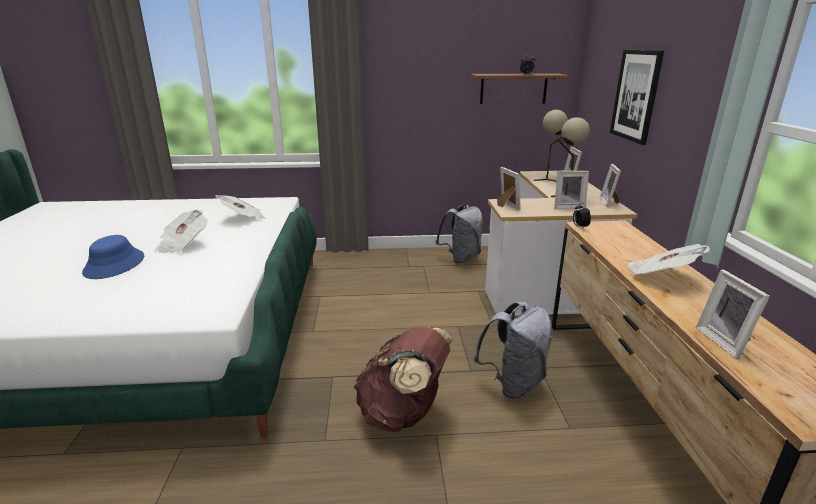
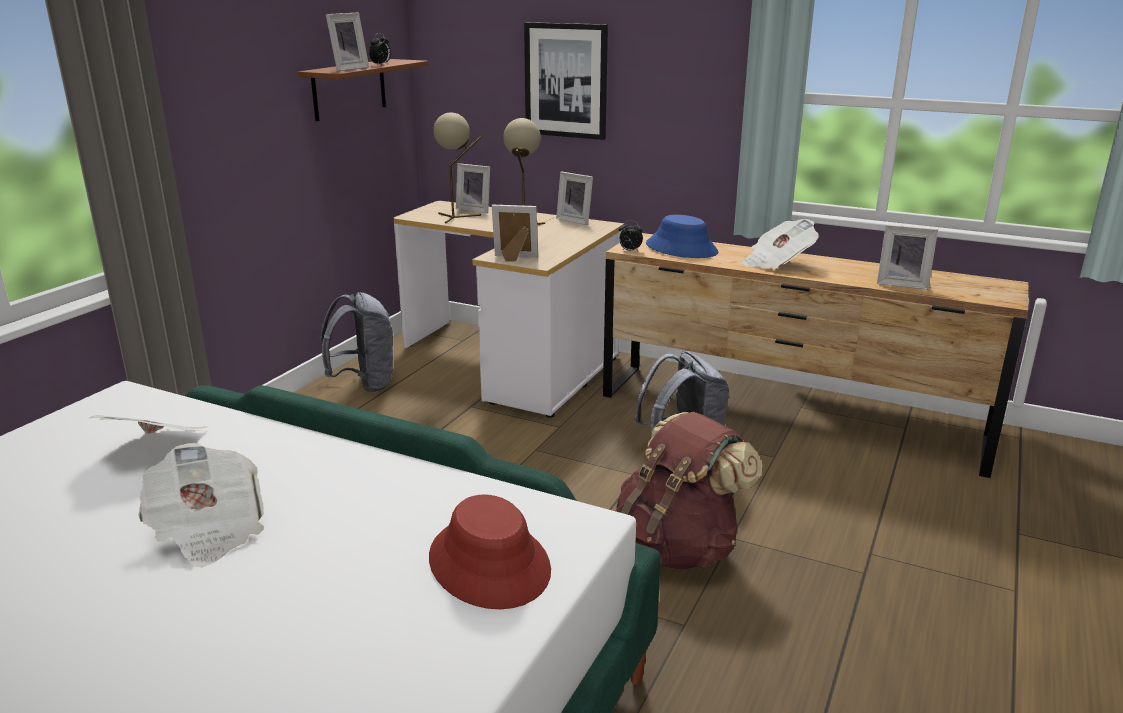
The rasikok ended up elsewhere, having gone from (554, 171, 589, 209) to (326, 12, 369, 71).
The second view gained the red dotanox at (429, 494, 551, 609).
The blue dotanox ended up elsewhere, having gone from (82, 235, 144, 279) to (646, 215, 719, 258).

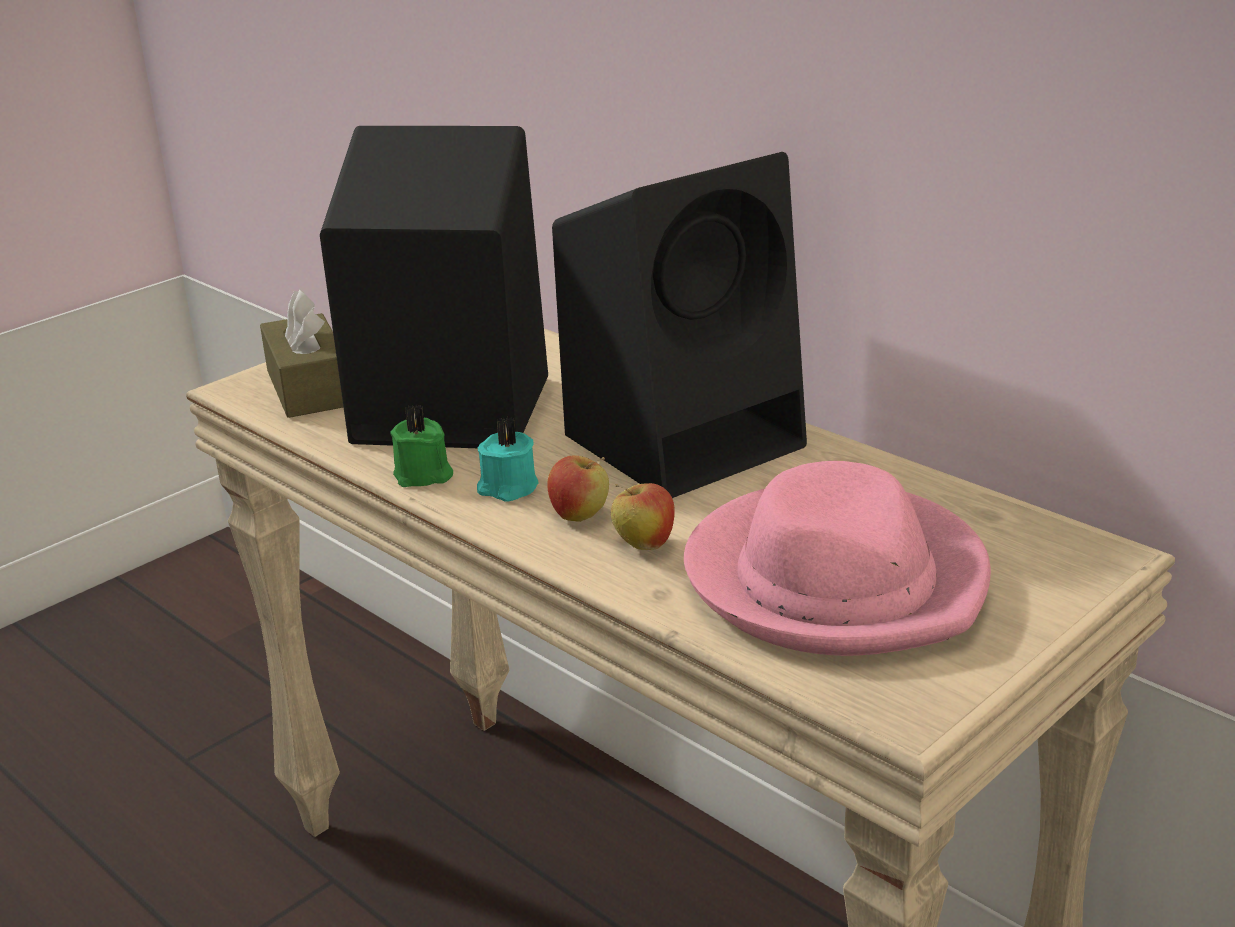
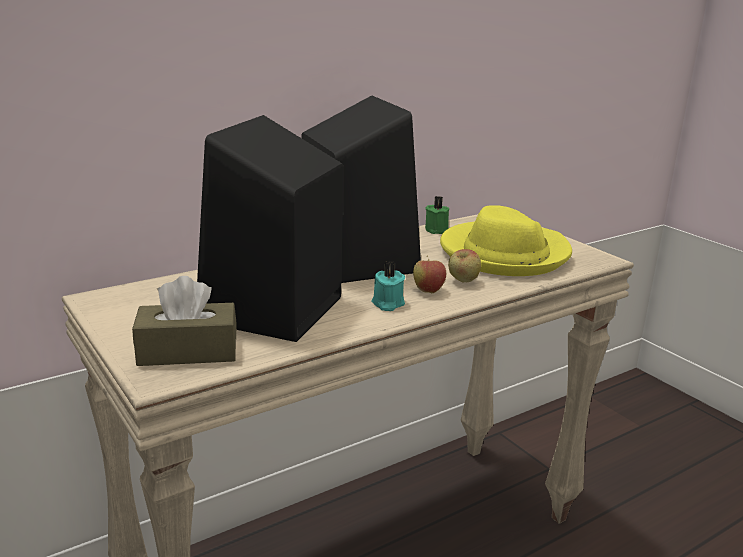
The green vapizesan ended up elsewhere, having gone from (390, 404, 453, 487) to (425, 196, 449, 234).
What was the pink dotanox at (684, 461, 991, 656) turned into the yellow dotanox at (440, 205, 572, 276).

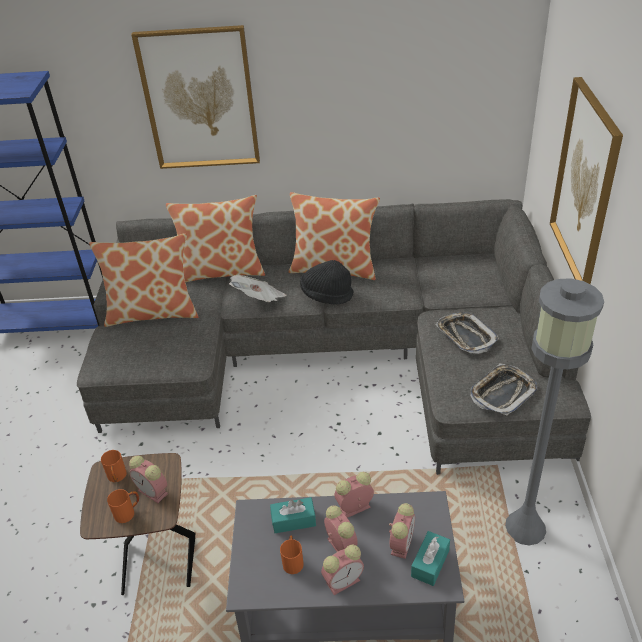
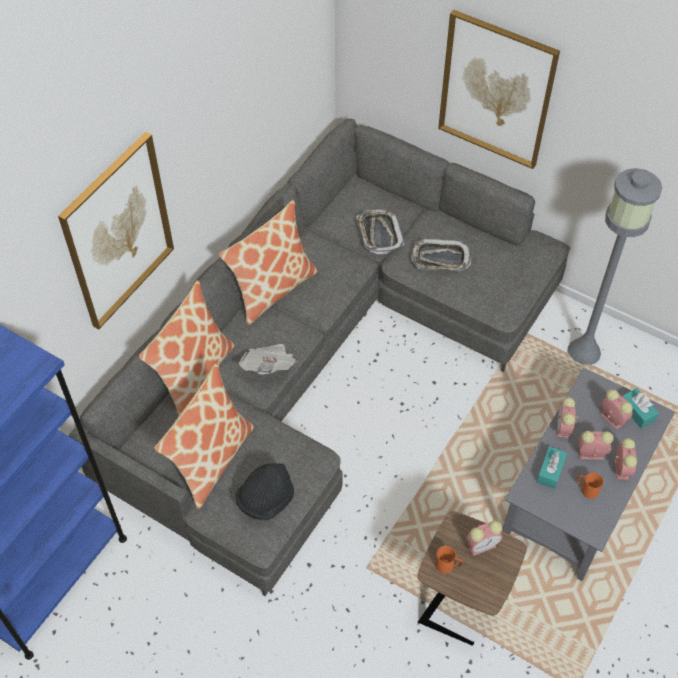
The black dotanox ended up elsewhere, having gone from (300, 260, 353, 304) to (235, 463, 294, 520).
The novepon ended up elsewhere, having gone from (470, 363, 537, 416) to (356, 209, 404, 254).
The second view lost the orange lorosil at (107, 489, 139, 523).

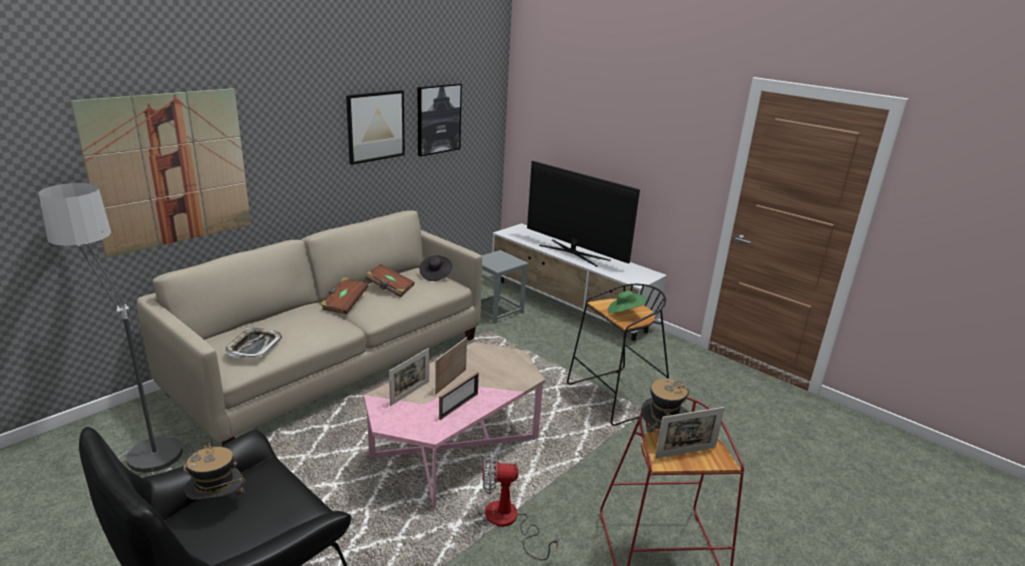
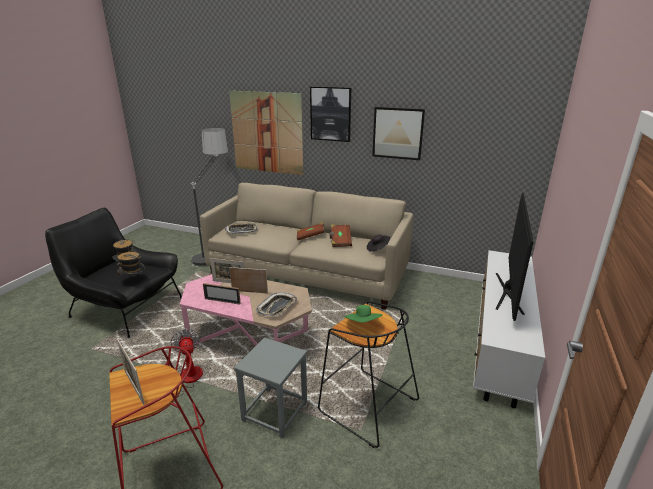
The dotanox ended up elsewhere, having gone from (641, 378, 689, 436) to (117, 252, 145, 282).
The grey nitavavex ended up elsewhere, having gone from (481, 250, 528, 324) to (234, 337, 307, 438).
The second view gained the novepon at (256, 292, 297, 316).
The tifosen ended up elsewhere, having gone from (418, 83, 462, 156) to (310, 87, 351, 142).

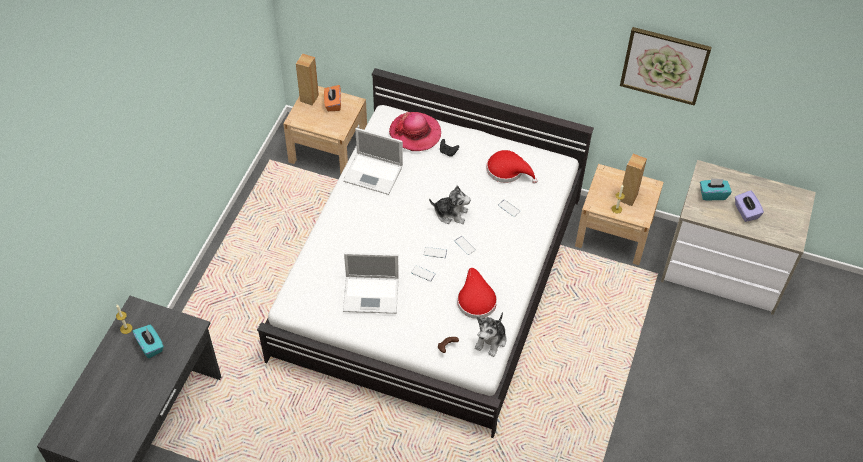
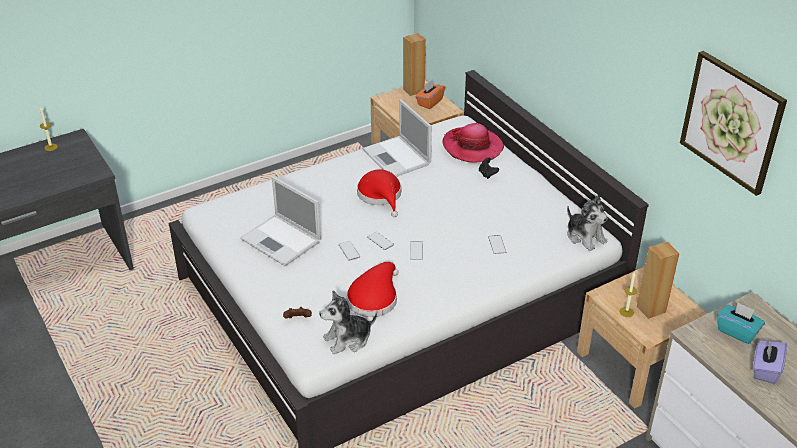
The red dotanox ended up elsewhere, having gone from (487, 150, 537, 183) to (357, 169, 401, 217).
The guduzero ended up elsewhere, having gone from (429, 186, 471, 224) to (567, 195, 608, 251).
The second view lost the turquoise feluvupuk at (132, 325, 164, 358).

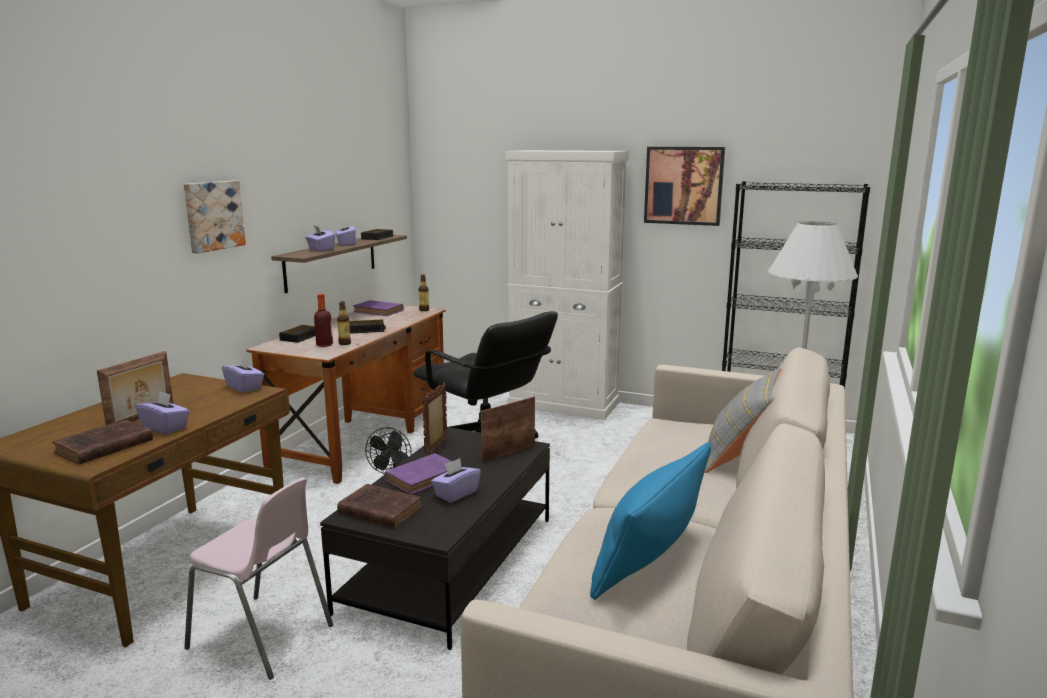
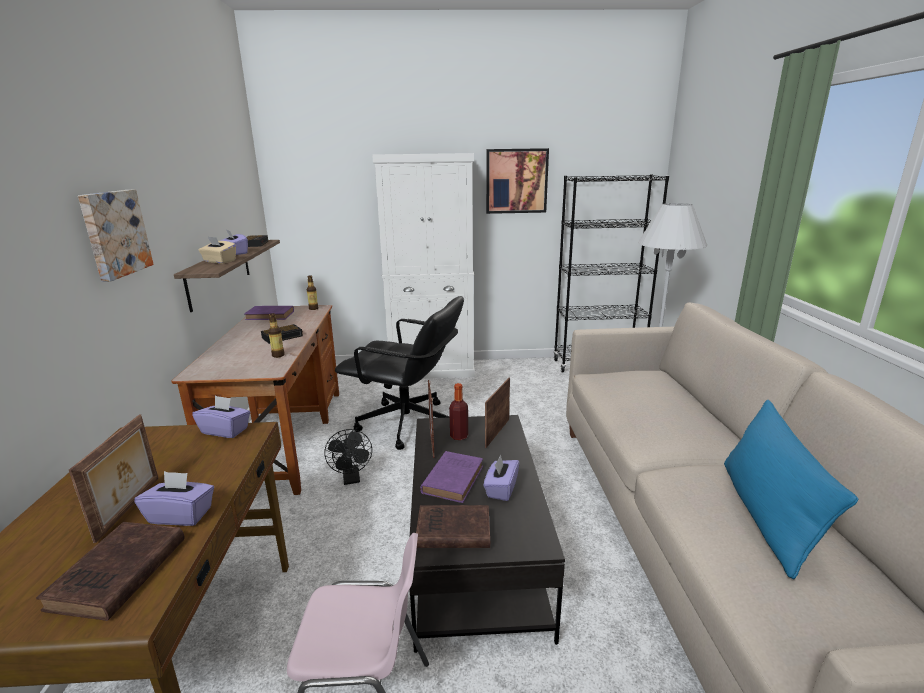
What was the purple feluvupuk at (305, 226, 335, 251) turned into the beige feluvupuk at (198, 237, 236, 264).
The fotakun ended up elsewhere, having gone from (314, 294, 333, 347) to (449, 383, 468, 440).
The second view lost the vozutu at (279, 325, 315, 343).
The second view lost the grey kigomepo at (704, 368, 782, 473).

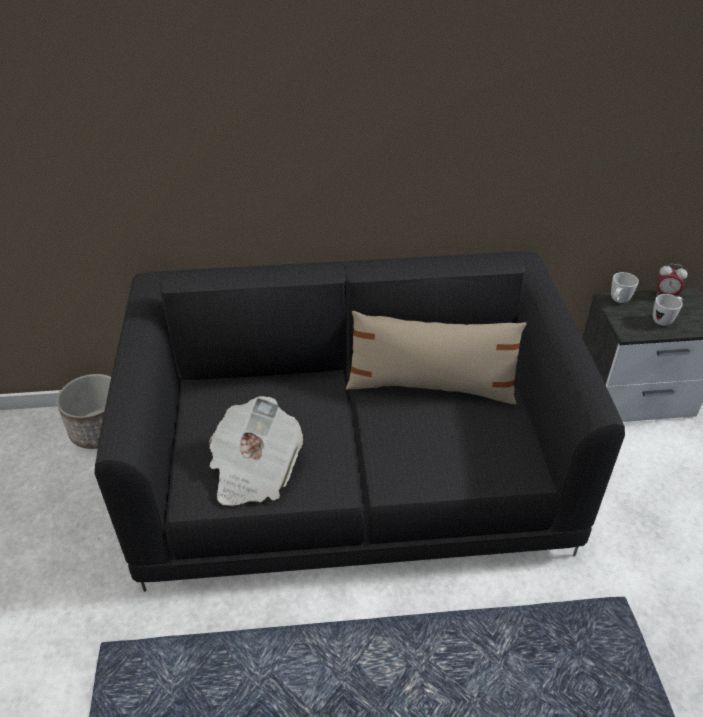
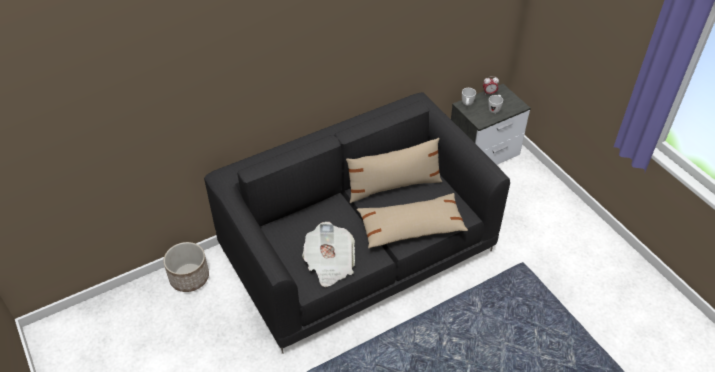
The second view gained the beige kigomepo at (357, 193, 468, 248).

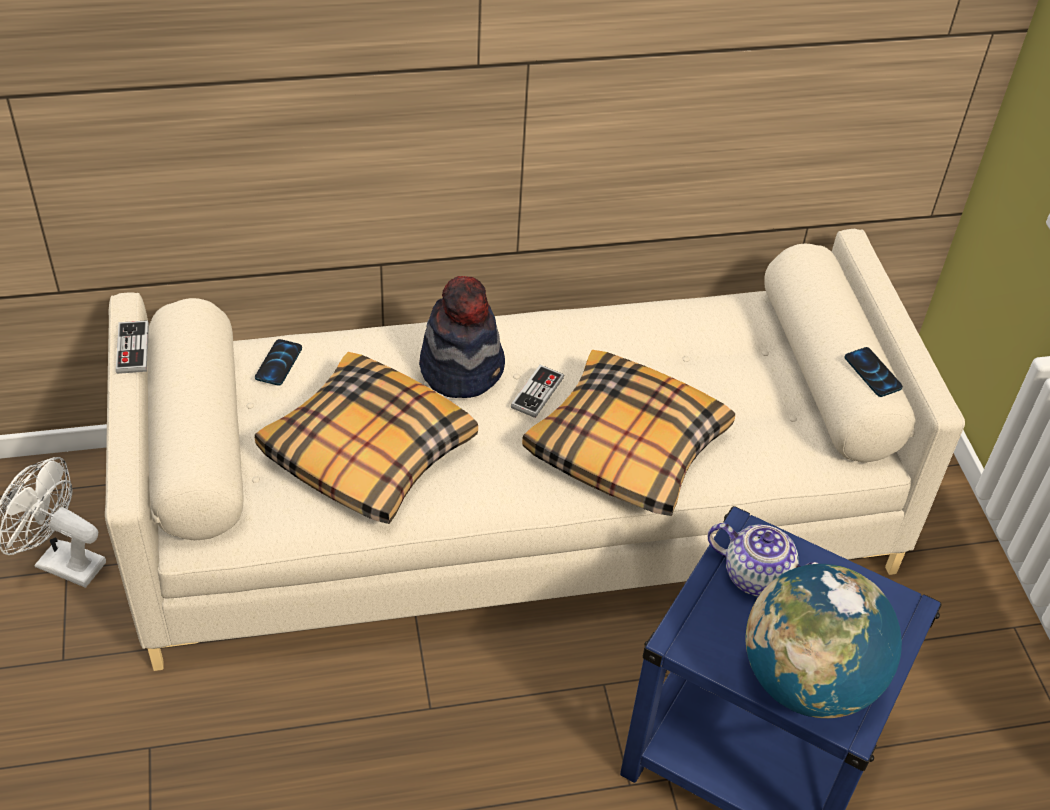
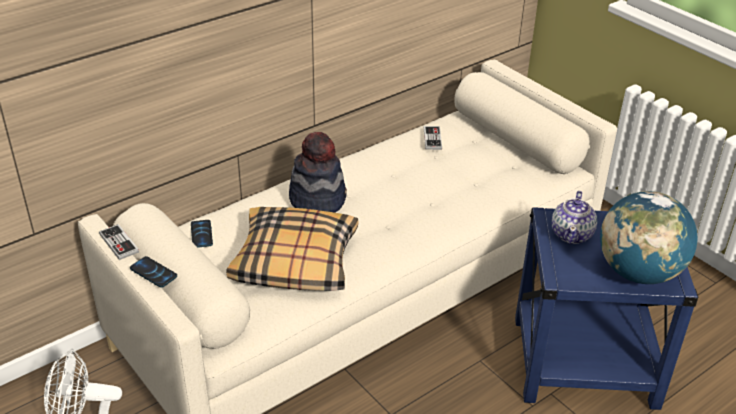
The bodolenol ended up elsewhere, having gone from (845, 347, 903, 397) to (130, 256, 177, 288).
The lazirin ended up elsewhere, having gone from (511, 365, 564, 418) to (424, 126, 442, 150).
The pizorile at (707, 523, 819, 597) ended up facing another way, 105 degrees clockwise from before.
The second view lost the kigomepo at (522, 350, 735, 516).

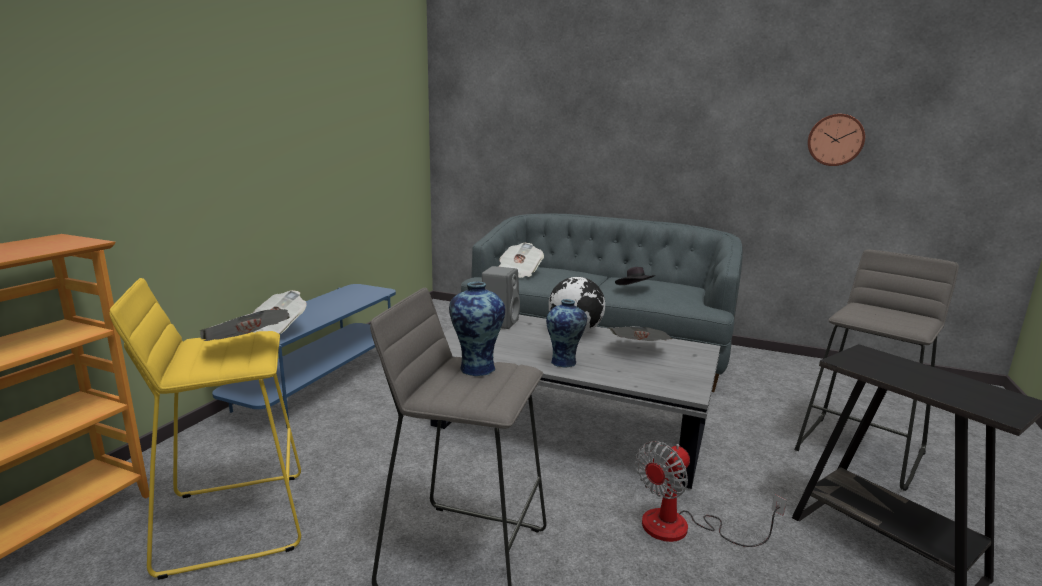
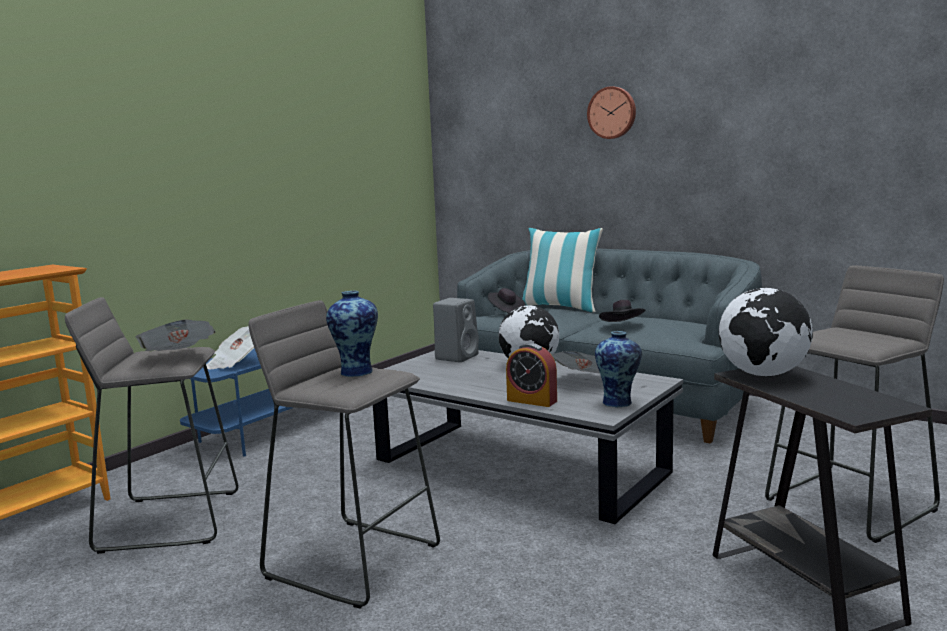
What was the yellow nitavavex at (109, 278, 301, 580) turned into the grey nitavavex at (65, 297, 238, 554).
Where the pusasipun stood at (499, 243, 544, 278), the black dotanox came to stand at (488, 288, 526, 313).
The second view gained the vozutu at (506, 343, 557, 407).
The second view gained the kigomepo at (522, 228, 603, 313).
The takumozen ended up elsewhere, having gone from (808, 114, 865, 166) to (587, 86, 636, 139).
The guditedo ended up elsewhere, having gone from (546, 299, 587, 368) to (595, 331, 642, 407).
The second view gained the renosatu at (718, 288, 813, 377).
The second view lost the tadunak at (636, 441, 786, 547).

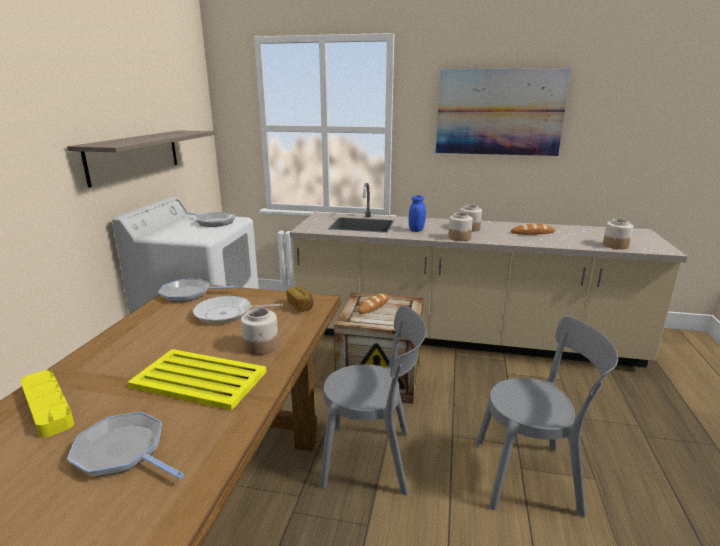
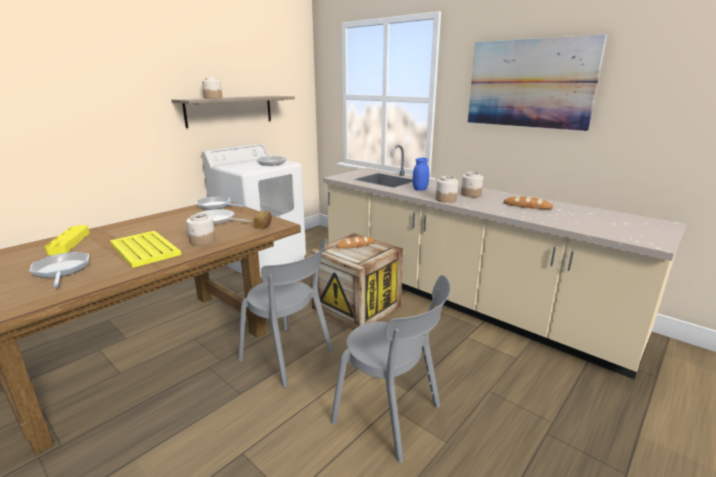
The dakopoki ended up elsewhere, having gone from (603, 219, 633, 249) to (202, 78, 222, 99).

